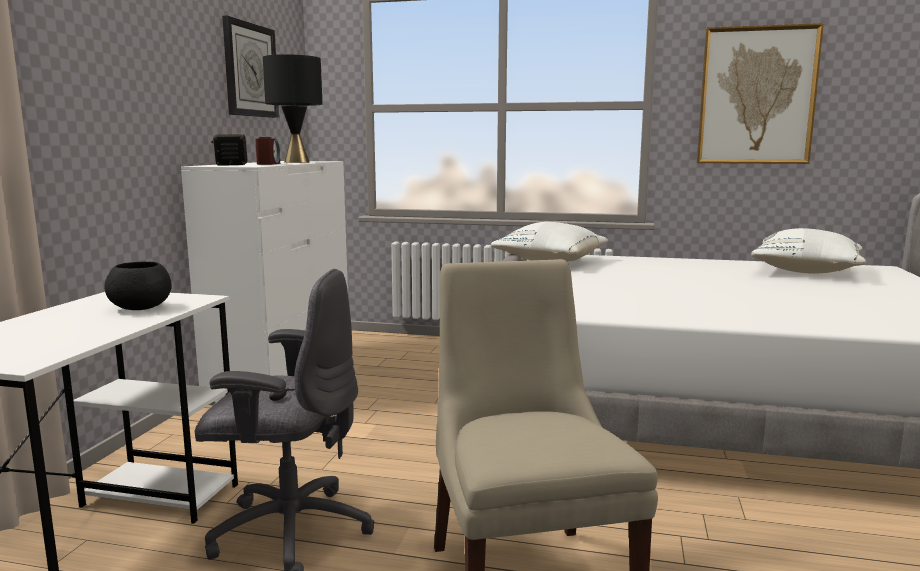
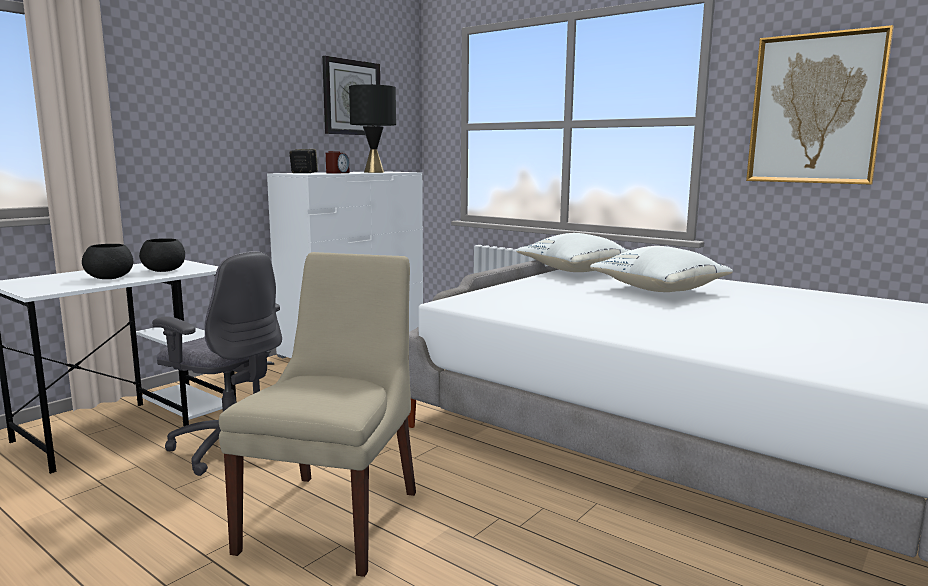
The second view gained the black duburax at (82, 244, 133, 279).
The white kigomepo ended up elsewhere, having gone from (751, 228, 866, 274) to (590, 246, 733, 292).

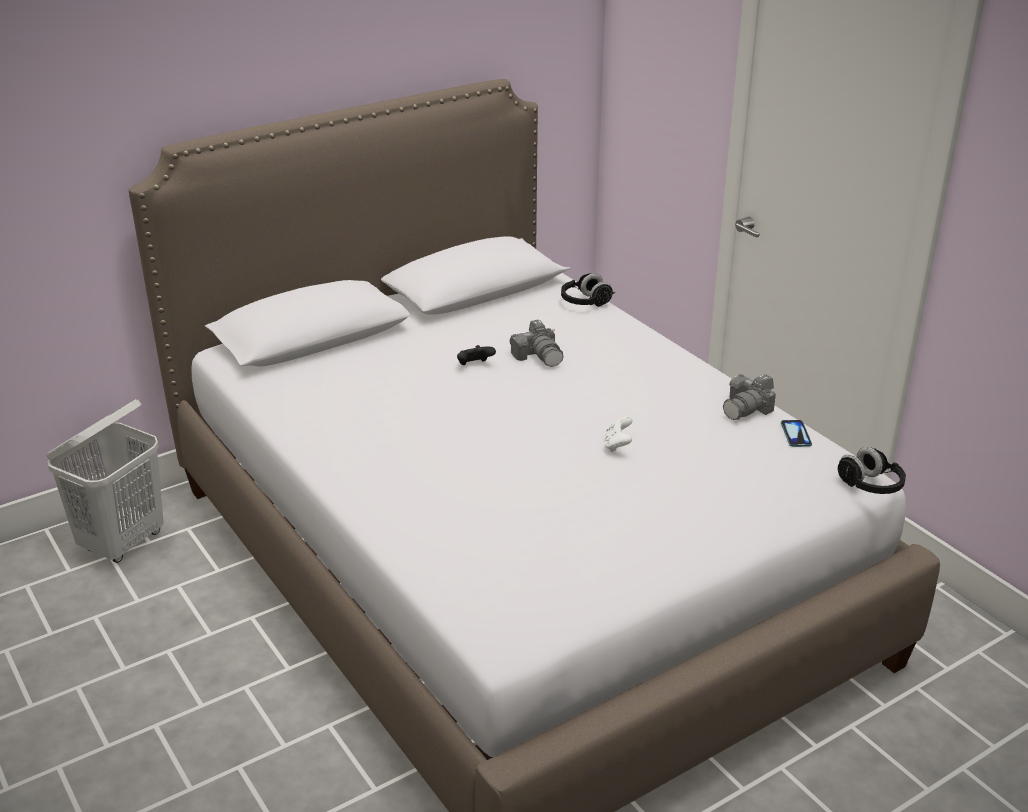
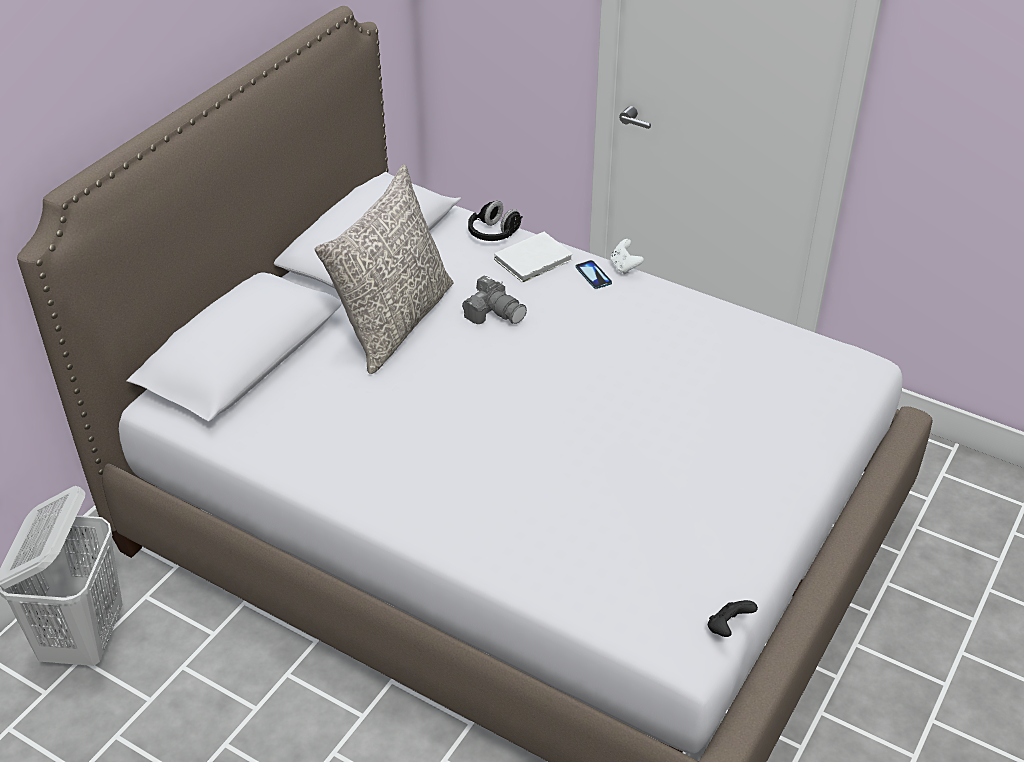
The second view gained the grey kigomepo at (314, 165, 453, 374).
The second view gained the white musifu at (494, 232, 573, 283).
The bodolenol ended up elsewhere, having gone from (781, 420, 812, 447) to (576, 260, 612, 289).
The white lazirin ended up elsewhere, having gone from (604, 416, 633, 452) to (611, 239, 644, 275).
The black lazirin ended up elsewhere, having gone from (457, 345, 496, 365) to (708, 600, 758, 637).
The second view lost the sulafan at (723, 374, 776, 420).
The second view lost the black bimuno at (838, 447, 906, 494).

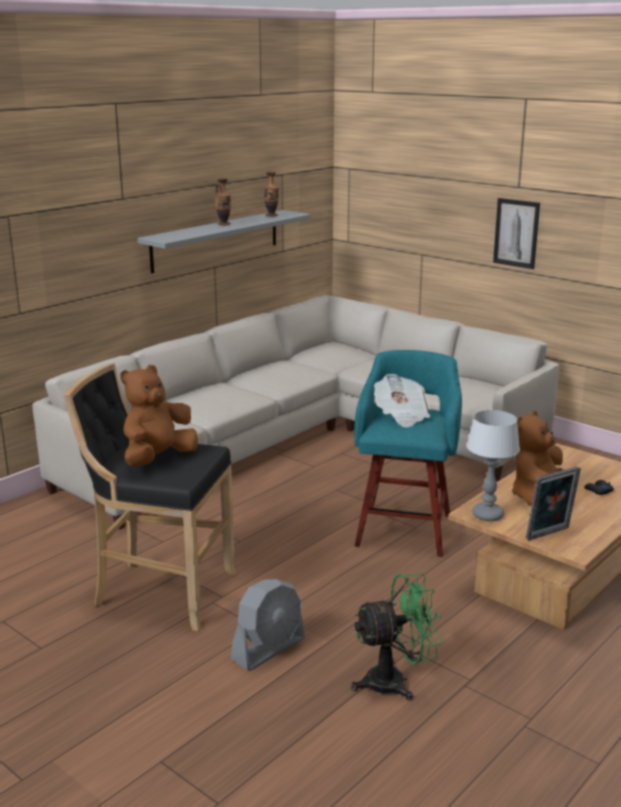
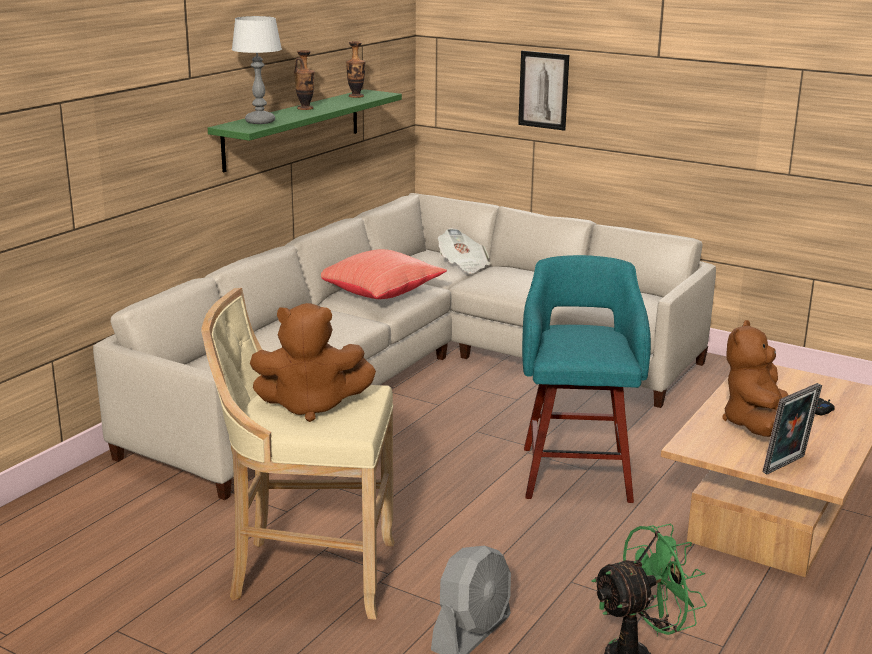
What was the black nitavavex at (64, 363, 236, 631) turned into the beige nitavavex at (201, 288, 395, 620).
What was the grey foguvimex at (137, 210, 310, 273) turned into the green foguvimex at (208, 89, 402, 172).
The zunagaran ended up elsewhere, having gone from (467, 410, 520, 521) to (232, 16, 282, 124).
The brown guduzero at (121, 365, 198, 467) ended up facing another way, 120 degrees counterclockwise from before.
The second view gained the red kigomepo at (321, 249, 447, 299).
The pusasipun ended up elsewhere, having gone from (374, 374, 431, 427) to (438, 228, 491, 274).
The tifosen ended up elsewhere, having gone from (493, 198, 540, 269) to (518, 51, 569, 131).

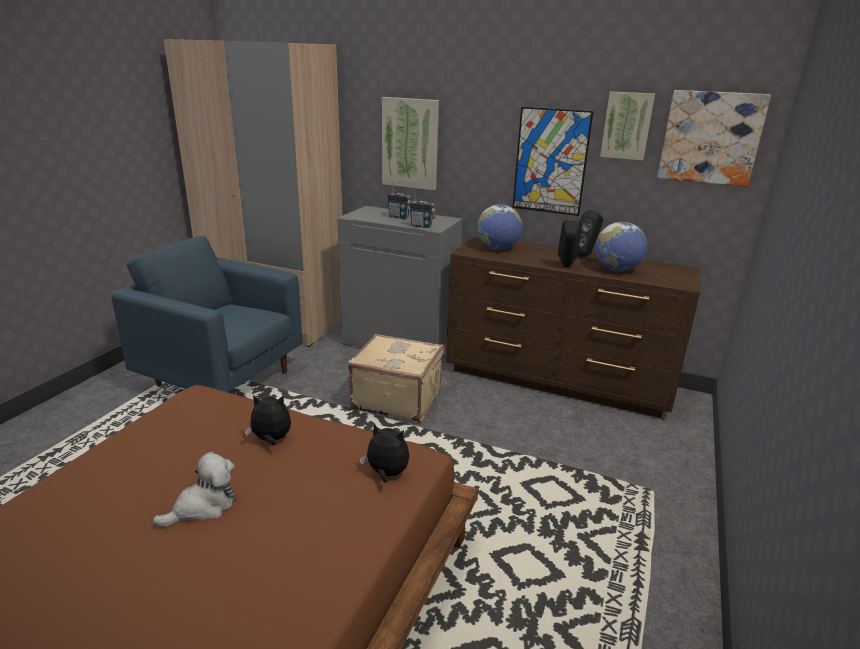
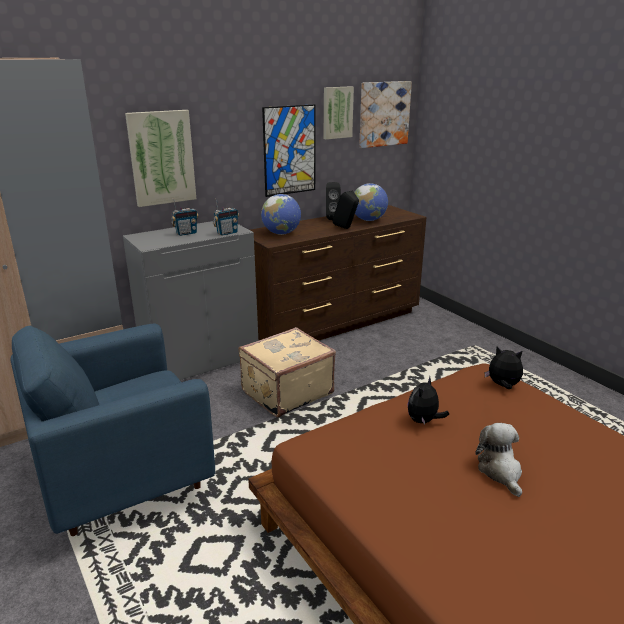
The guduzero at (360, 424, 409, 483) ended up facing another way, 60 degrees clockwise from before.

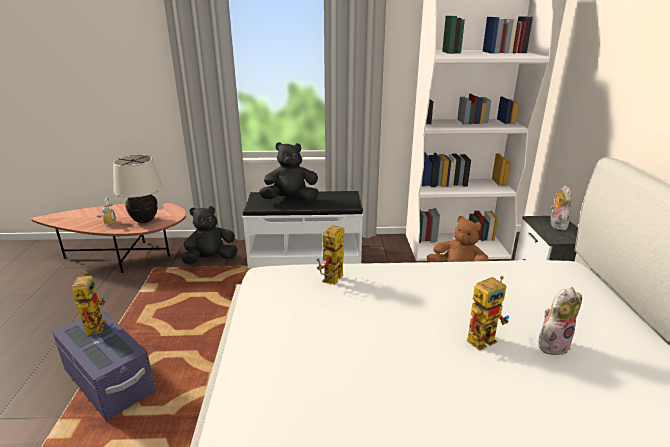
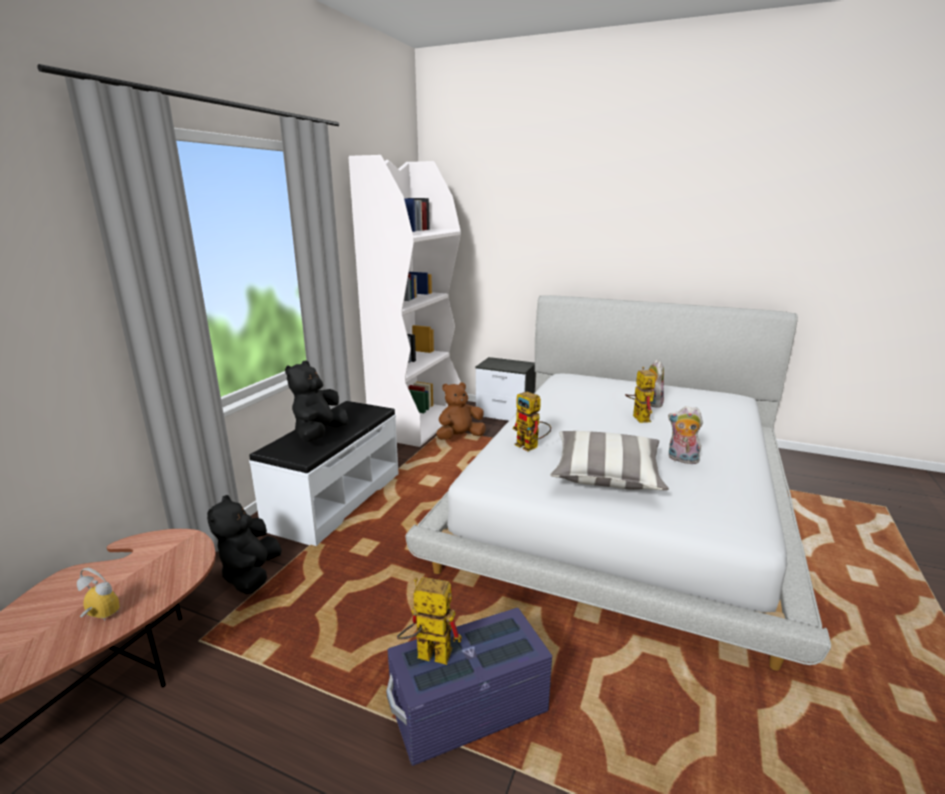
The second view gained the kigomepo at (550, 431, 669, 490).
The guduzero ended up elsewhere, having gone from (551, 185, 572, 230) to (668, 406, 703, 464).
The second view lost the beige zunagaran at (113, 155, 163, 223).

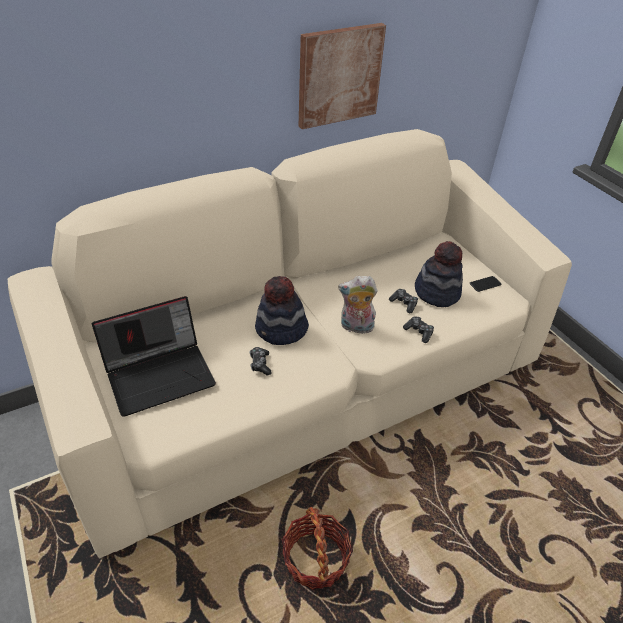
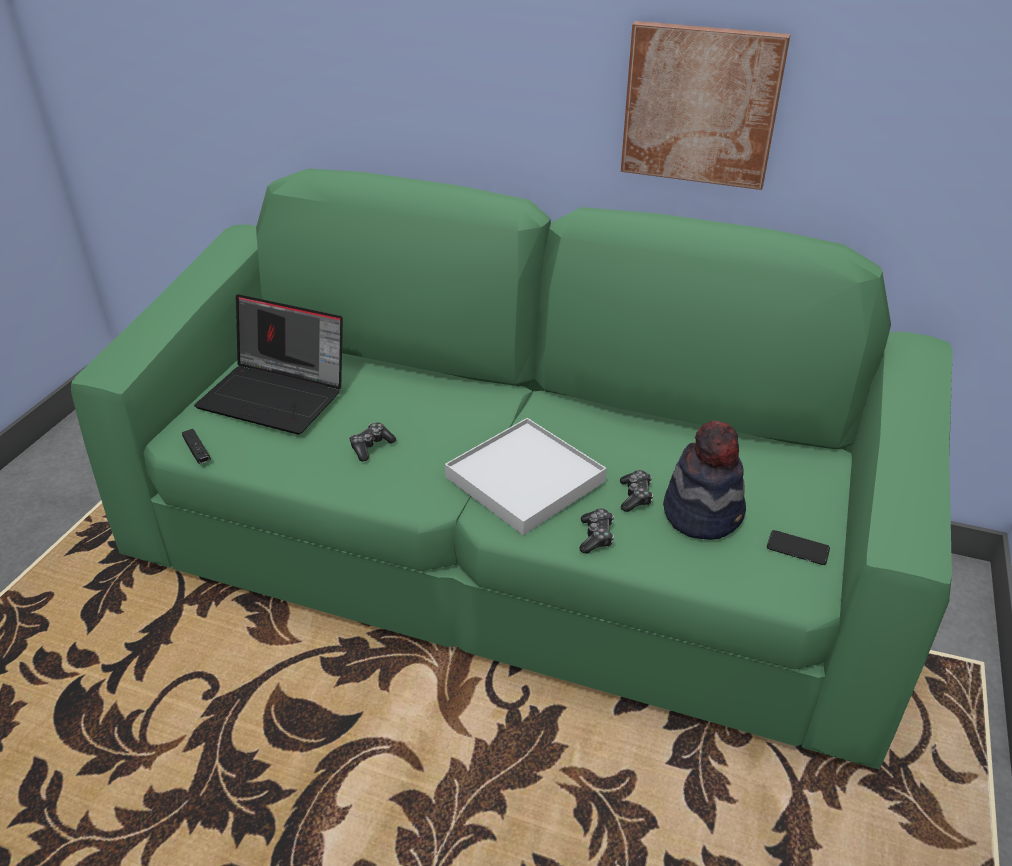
What was the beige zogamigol at (8, 129, 572, 559) turned into the green zogamigol at (71, 169, 953, 770).
The second view gained the black lazirin at (182, 429, 211, 464).
Where the guduzero stood at (338, 276, 378, 334), the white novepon came to stand at (445, 418, 607, 535).
The second view lost the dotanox at (255, 276, 309, 345).
The second view lost the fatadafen at (282, 507, 353, 590).

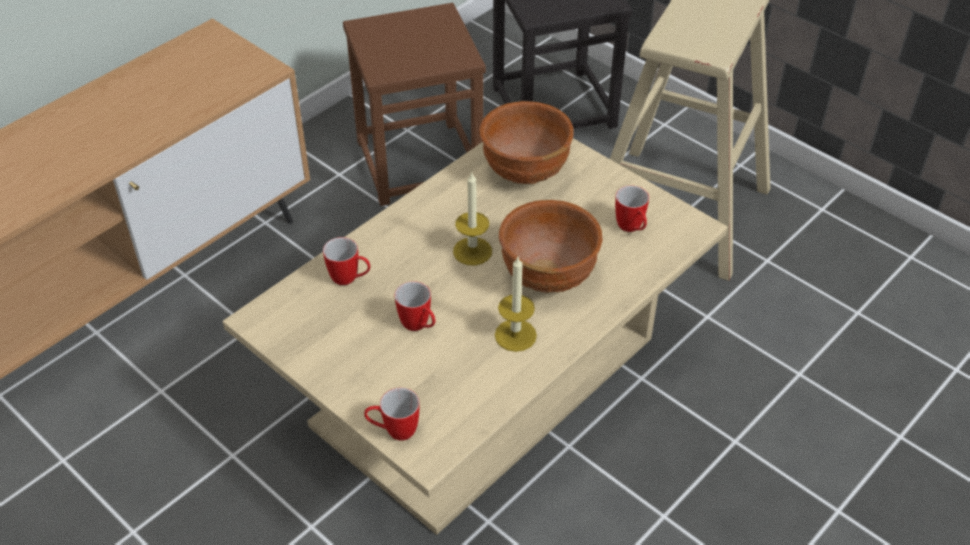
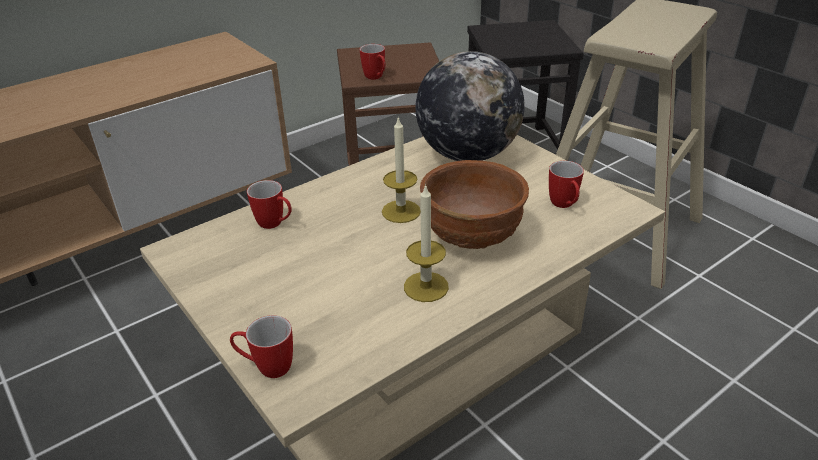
The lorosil ended up elsewhere, having gone from (395, 281, 436, 331) to (360, 44, 385, 80).
Where the brown duburax stood at (479, 101, 574, 184), the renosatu came to stand at (415, 51, 525, 161).

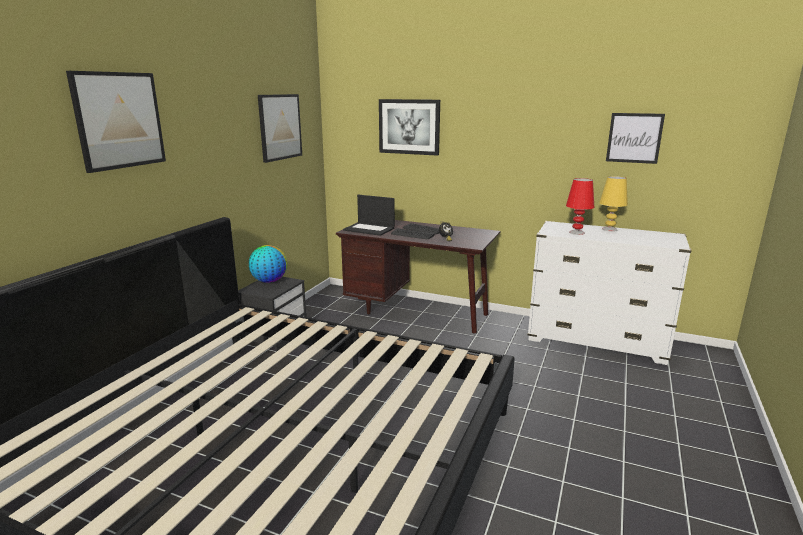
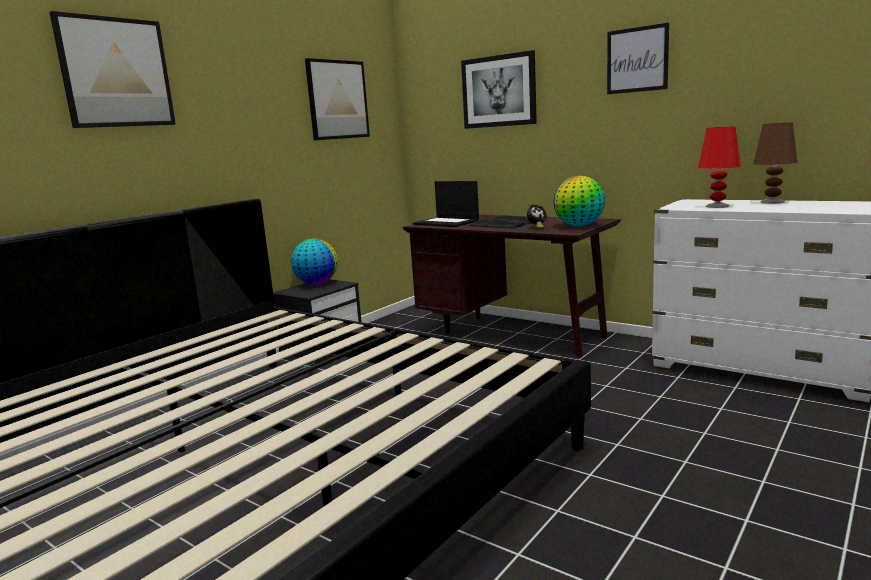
The second view gained the renosatu at (553, 176, 605, 226).
The tifosen ended up elsewhere, having gone from (606, 113, 665, 164) to (607, 23, 669, 94).
What was the yellow zunagaran at (599, 176, 628, 232) turned into the brown zunagaran at (754, 123, 797, 204).

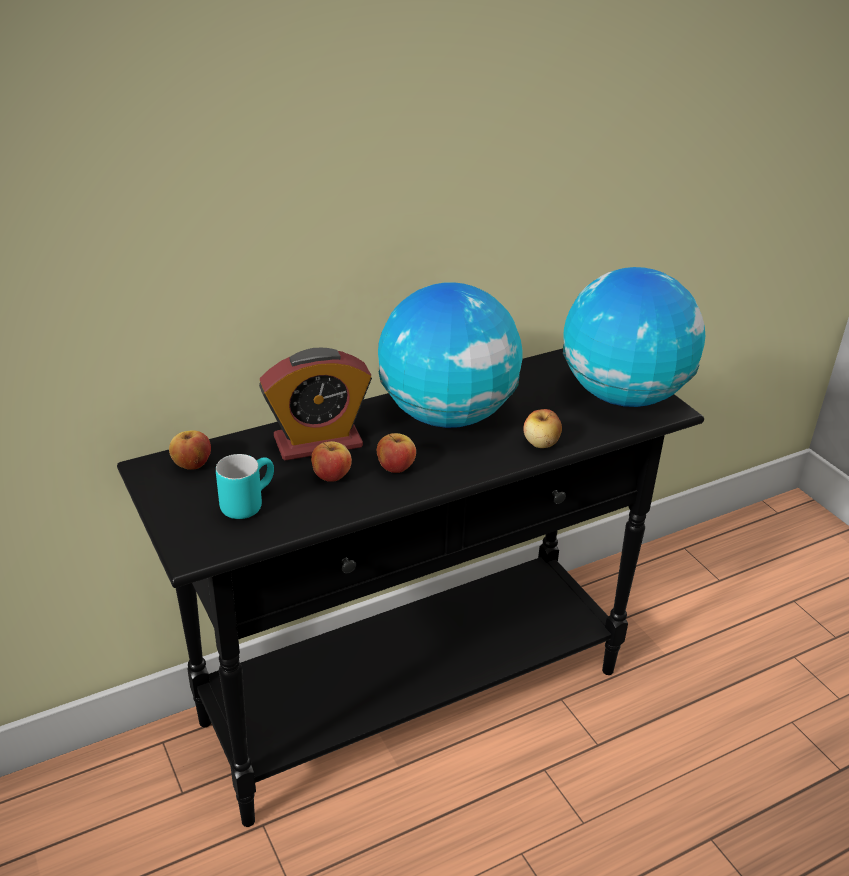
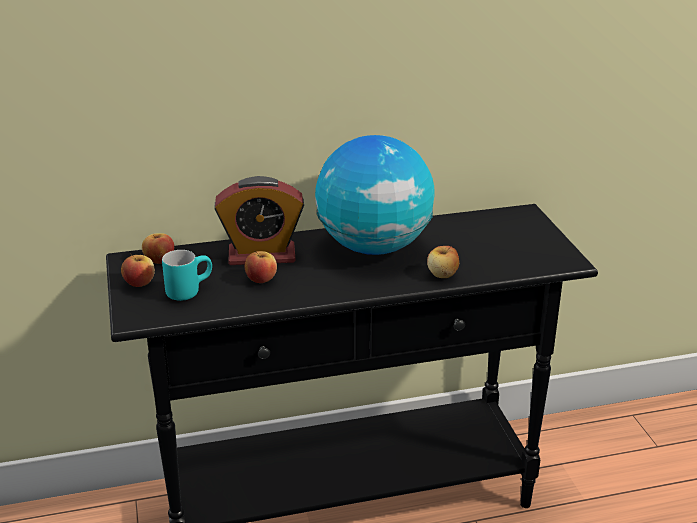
The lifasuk ended up elsewhere, having gone from (377, 433, 416, 473) to (121, 254, 155, 287).
The second view lost the renosatu at (563, 267, 705, 407).

